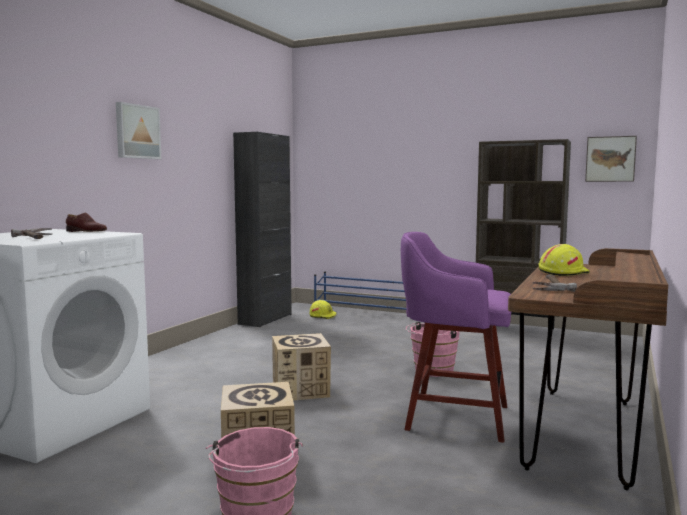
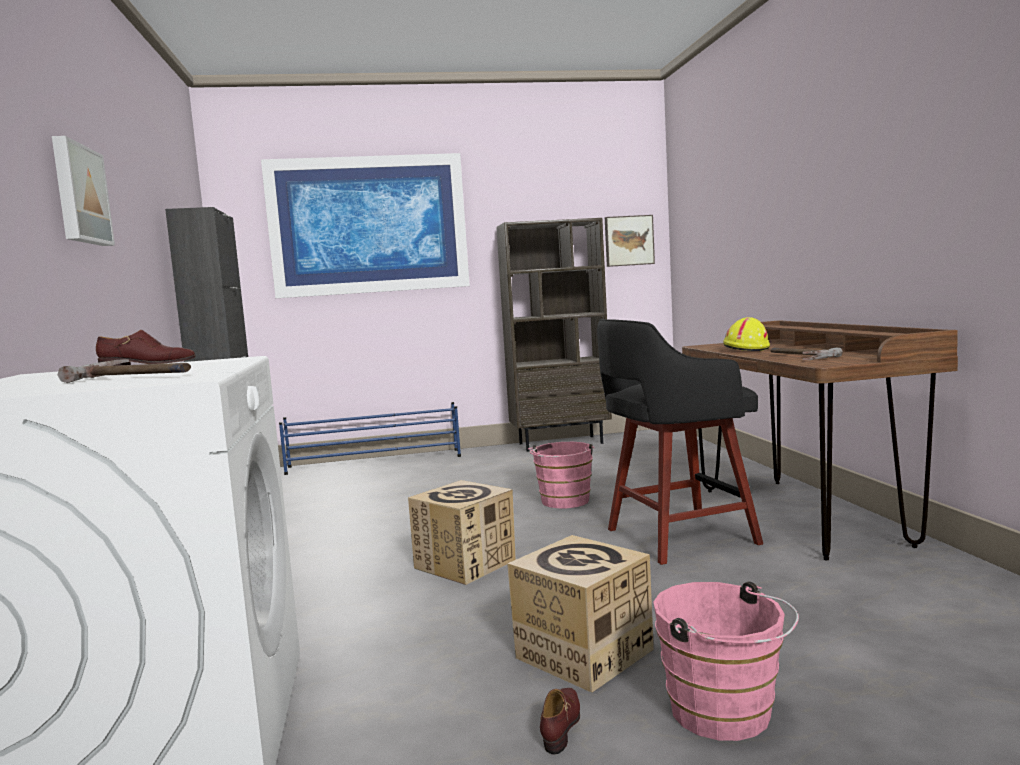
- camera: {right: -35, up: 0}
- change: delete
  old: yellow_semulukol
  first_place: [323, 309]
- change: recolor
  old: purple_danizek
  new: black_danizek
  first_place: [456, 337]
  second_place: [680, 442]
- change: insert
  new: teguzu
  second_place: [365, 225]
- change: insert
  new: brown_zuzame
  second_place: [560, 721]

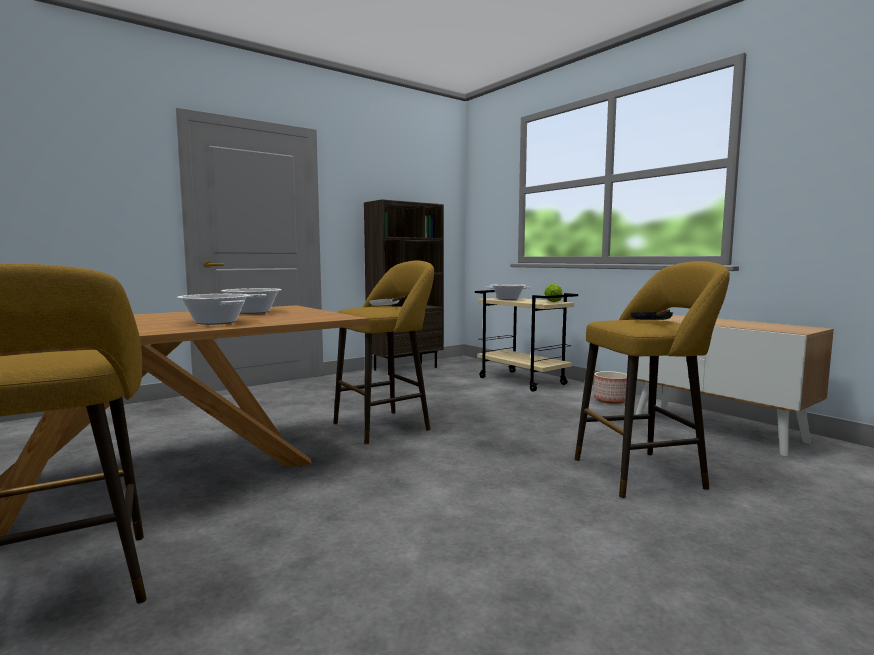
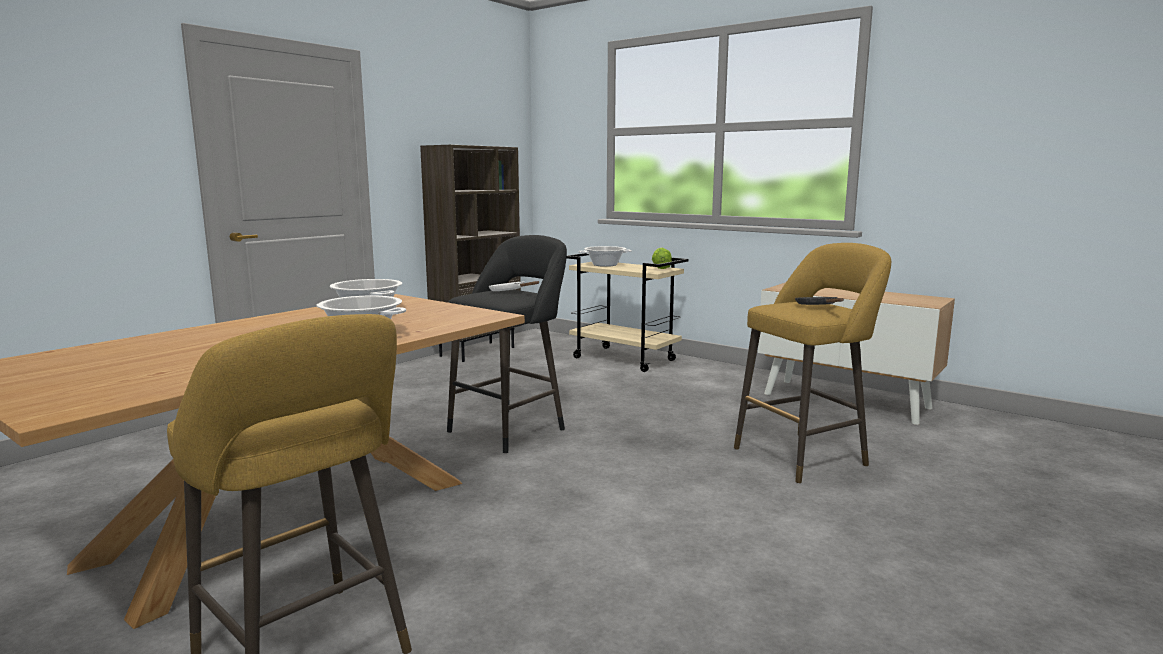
- camera: {right: -15, up: 5}
- change: recolor
  old: yellow_danizek
  new: black_danizek
  first_place: [383, 352]
  second_place: [507, 344]
- change: delete
  old: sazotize
  first_place: [610, 387]

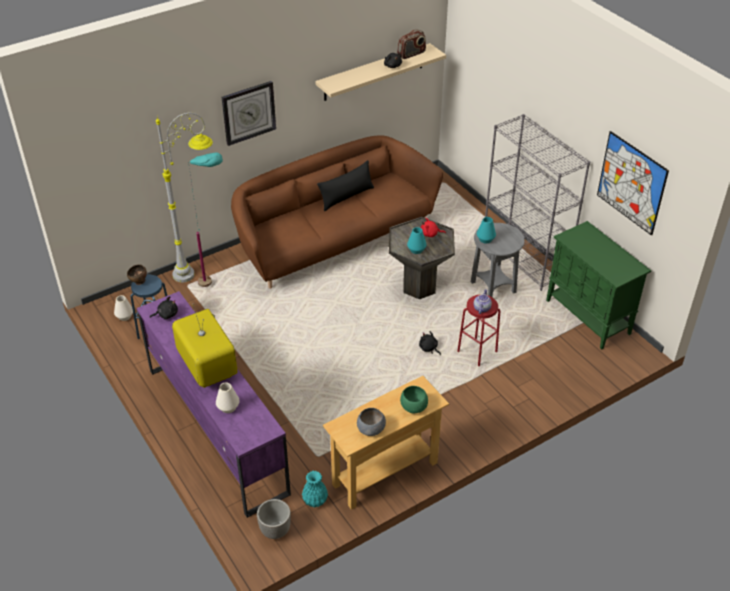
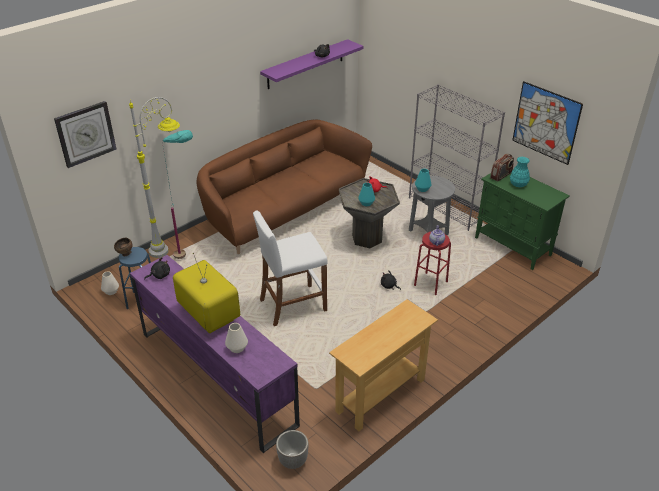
- camera: {right: -10, up: -5}
- change: move
  old: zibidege
  first_place: [249, 113]
  second_place: [85, 134]
- change: move
  old: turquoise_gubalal
  first_place: [315, 489]
  second_place: [520, 172]
- change: recolor
  old: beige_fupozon
  new: purple_fupozon
  first_place: [380, 72]
  second_place: [312, 64]
- change: delete
  old: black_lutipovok
  first_place: [345, 185]
- change: delete
  old: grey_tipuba
  first_place: [371, 422]
- change: move
  old: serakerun
  first_place: [411, 44]
  second_place: [502, 167]
- change: delete
  old: green_tipuba
  first_place: [414, 399]
- change: insert
  new: white_danizek
  second_place: [290, 268]

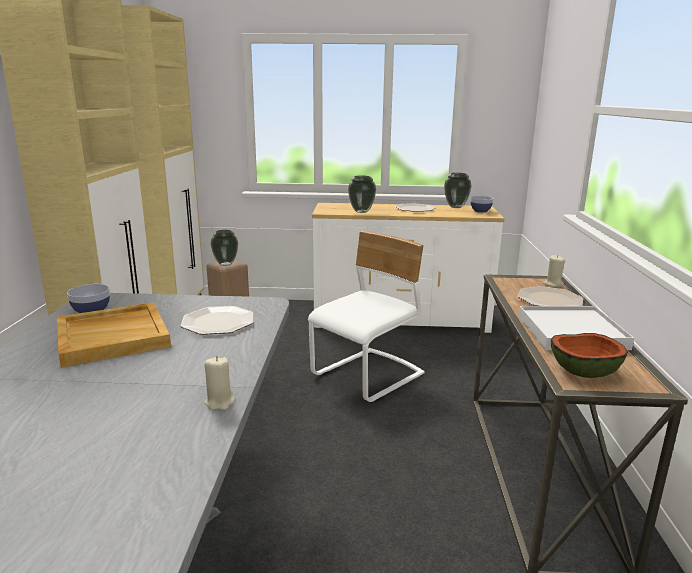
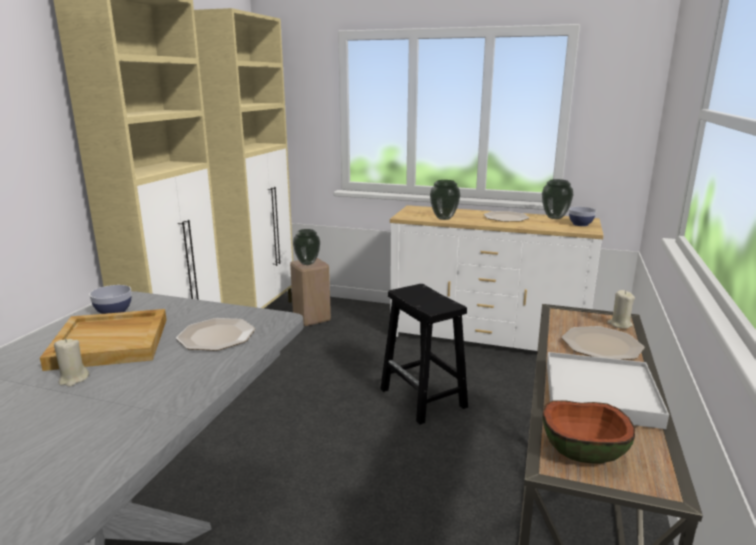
- camera: {right: 15, up: 0}
- change: move
  old: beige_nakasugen
  first_place: [220, 383]
  second_place: [71, 362]
- change: replace
  old: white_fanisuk
  new: black_danizek
  first_place: [366, 316]
  second_place: [424, 354]

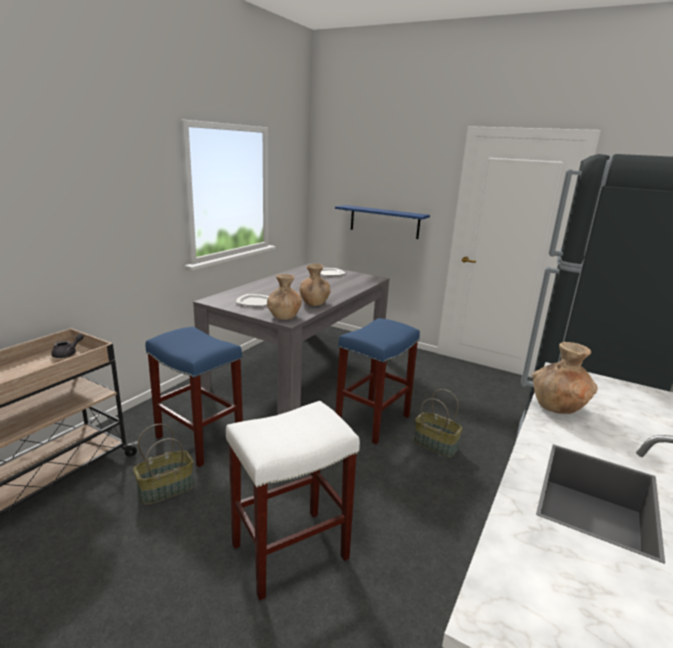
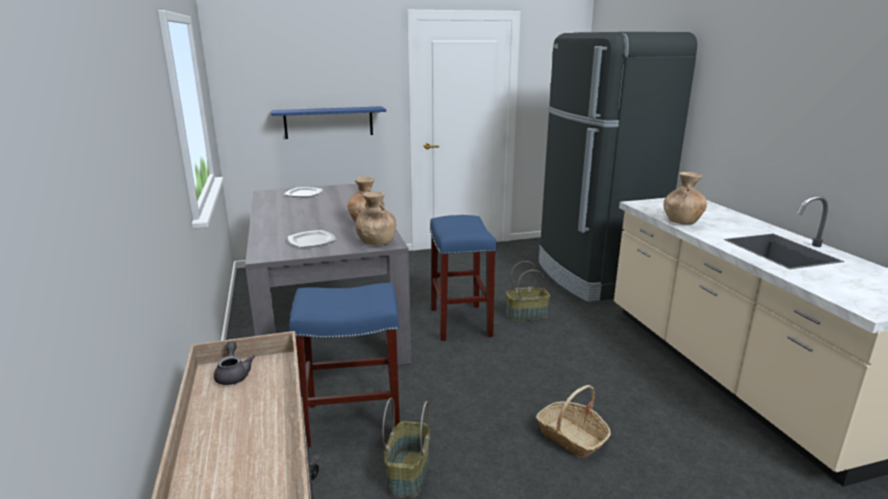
- camera: {right: -45, up: 0}
- change: replace
  old: white_danizek
  new: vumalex
  first_place: [293, 501]
  second_place: [573, 421]

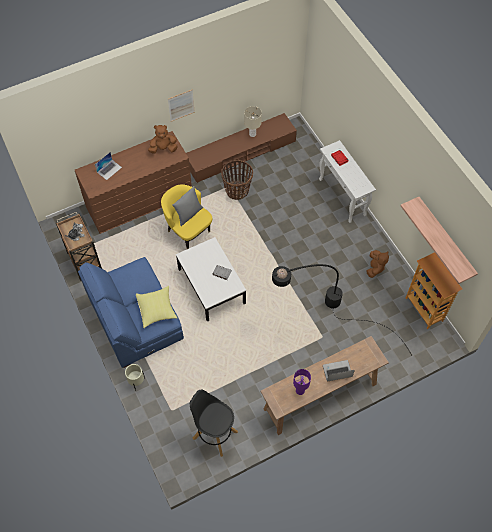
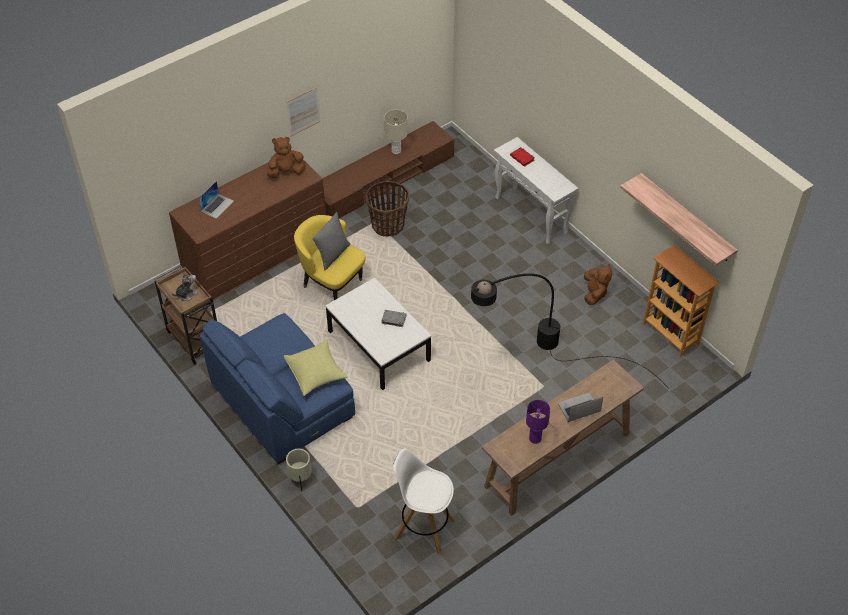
- camera: {right: -10, up: -10}
- change: recolor
  old: black_danizek
  new: white_danizek
  first_place: [214, 423]
  second_place: [424, 501]

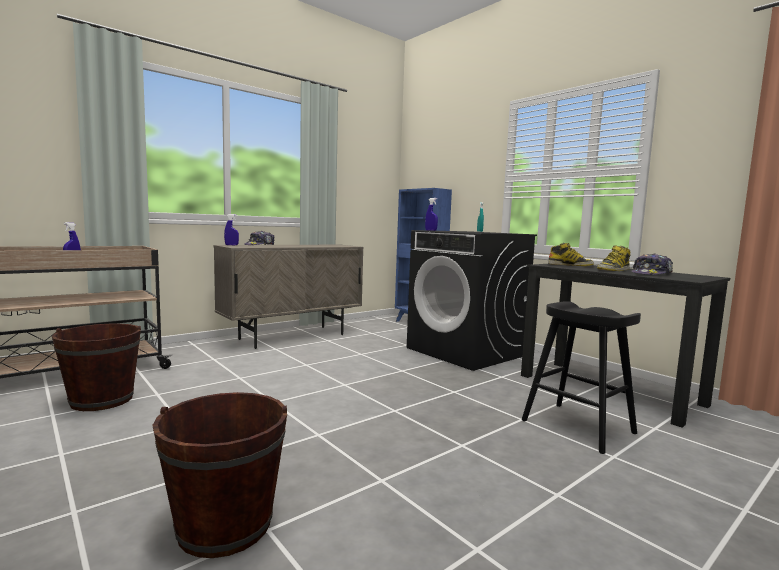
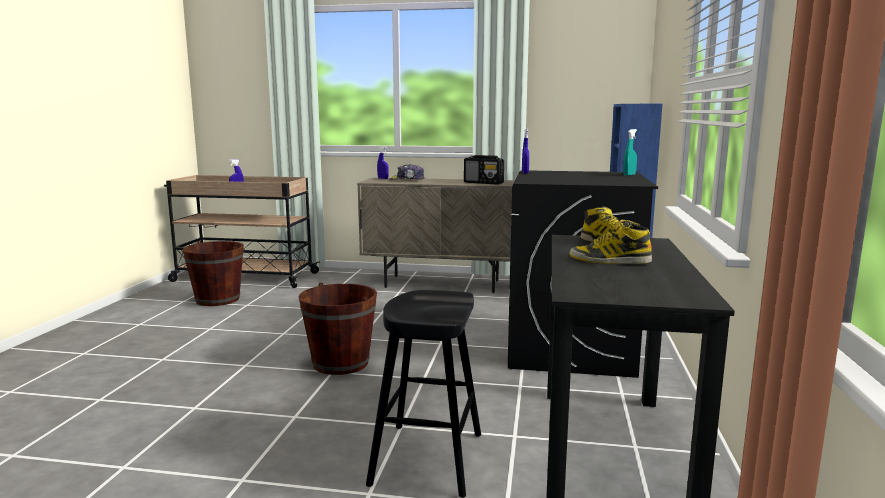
- camera: {right: 50, up: 5}
- change: move
  old: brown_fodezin
  first_place: [219, 475]
  second_place: [338, 328]
- change: delete
  old: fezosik
  first_place: [652, 264]
- change: insert
  new: serakerun
  second_place: [484, 170]

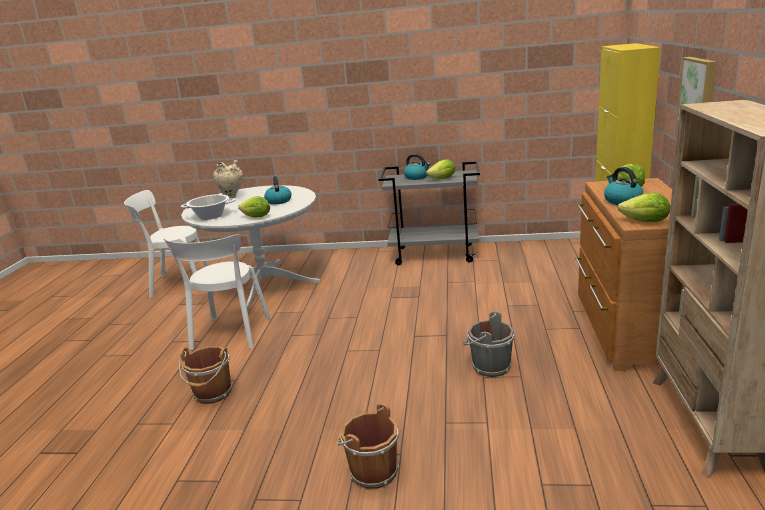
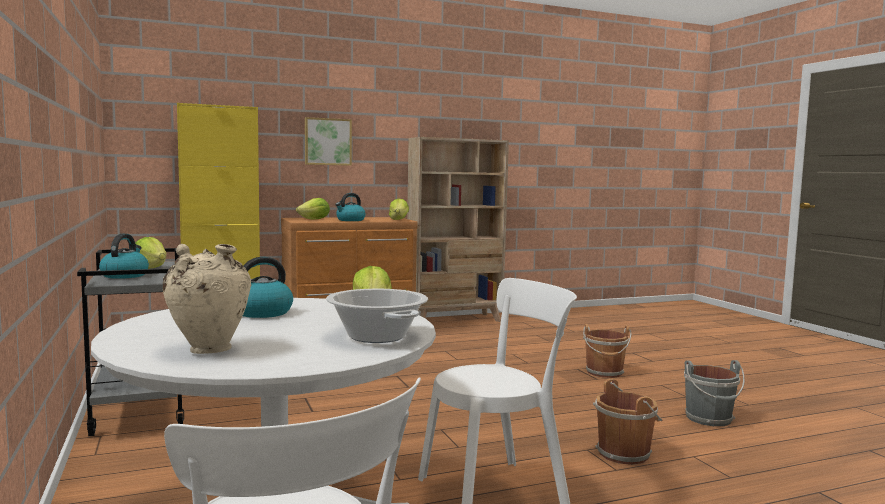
- camera: {right: -120, up: -15}
- change: move
  old: grey_fodezin
  first_place: [488, 344]
  second_place: [714, 393]

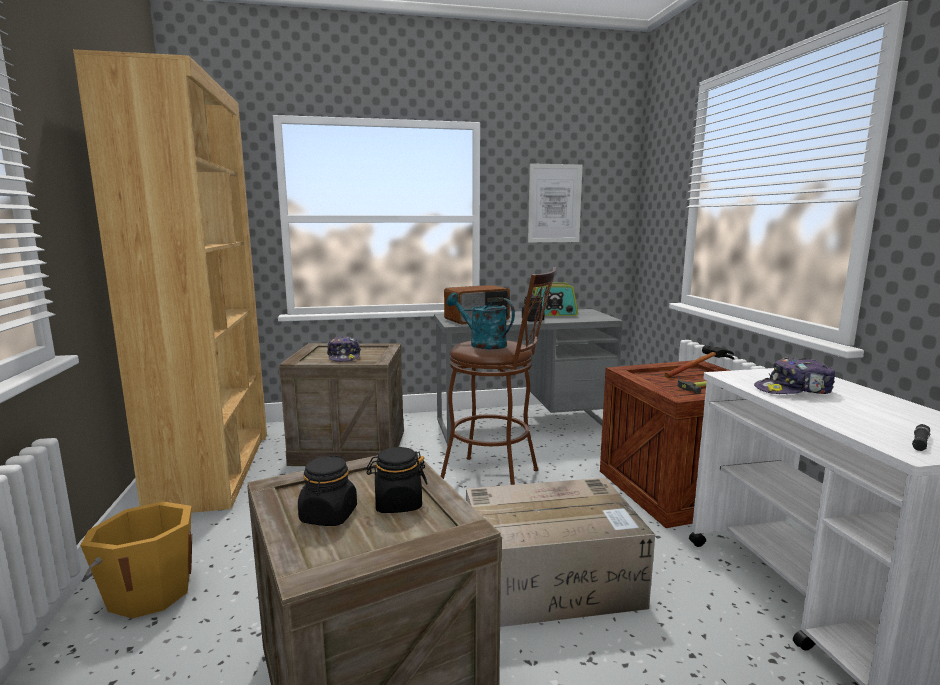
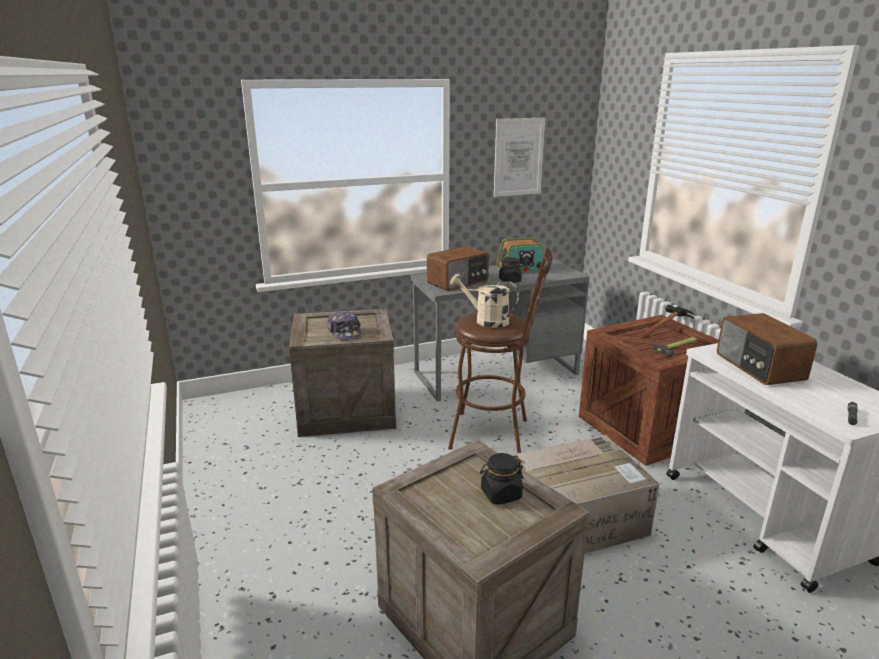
- camera: {right: -10, up: 10}
- change: delete
  old: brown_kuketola
  first_place: [170, 281]
- change: delete
  old: orange_fodezin
  first_place: [136, 559]
- change: delete
  old: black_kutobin
  first_place: [327, 490]
- change: recolor
  old: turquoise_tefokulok
  new: beige_tefokulok
  first_place: [480, 321]
  second_place: [484, 301]
- change: replace
  old: fezosik
  new: serakerun
  first_place: [794, 375]
  second_place: [767, 349]

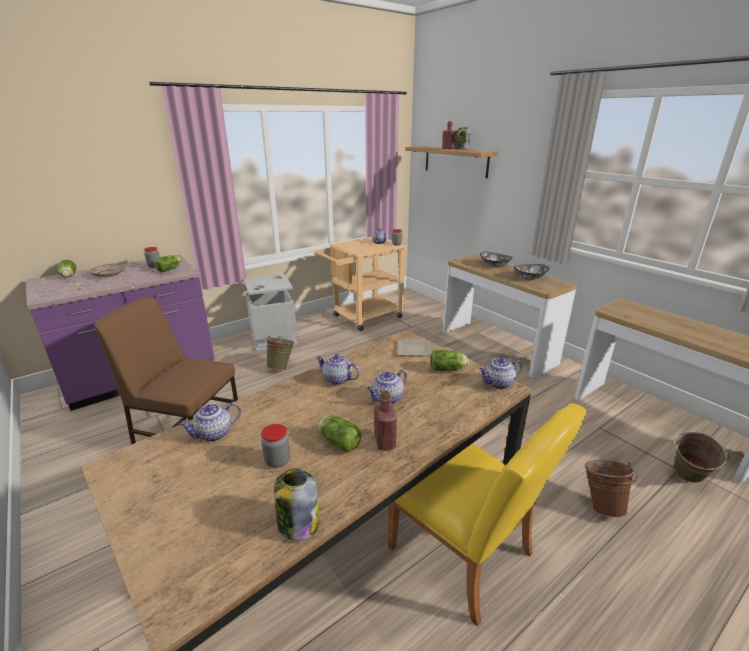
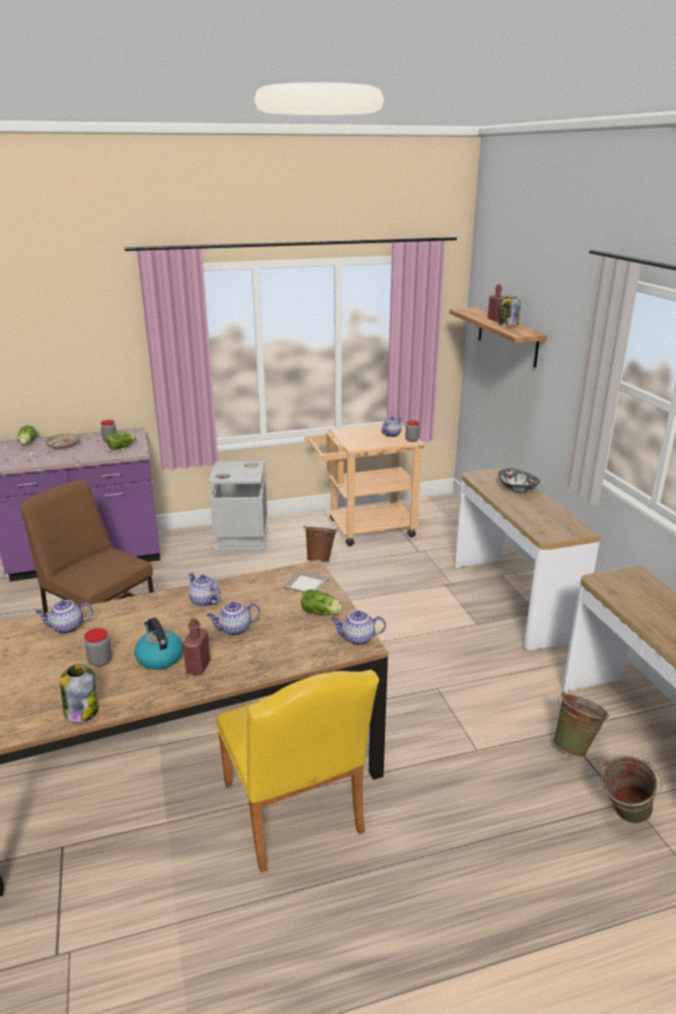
- camera: {right: 20, up: 0}
- change: move
  old: green_fodezin
  first_place: [279, 353]
  second_place: [581, 724]
- change: replace
  old: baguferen
  new: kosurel
  first_place: [339, 434]
  second_place: [159, 643]
- change: delete
  old: tipuba
  first_place: [531, 272]
- change: move
  old: brown_fodezin
  first_place: [611, 489]
  second_place: [320, 543]

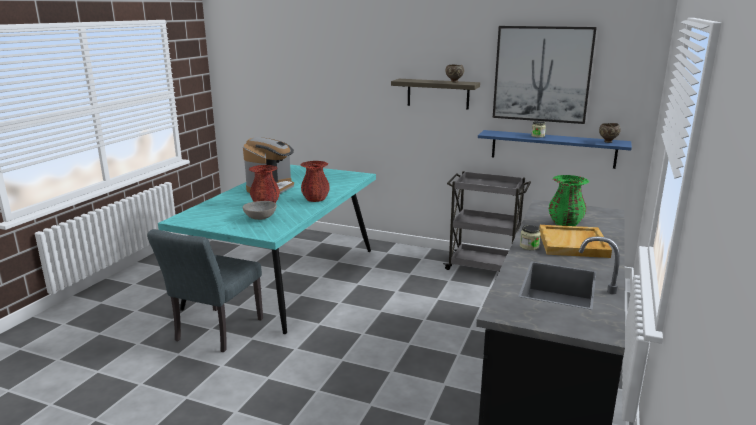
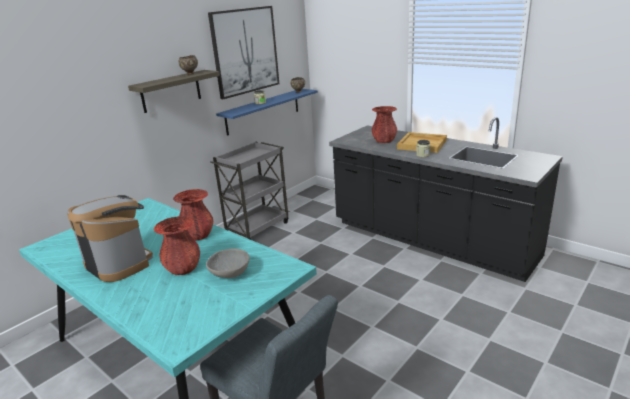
- camera: {right: -70, up: 5}
- change: recolor
  old: green_gubalal
  new: red_gubalal
  first_place: [569, 200]
  second_place: [384, 124]

